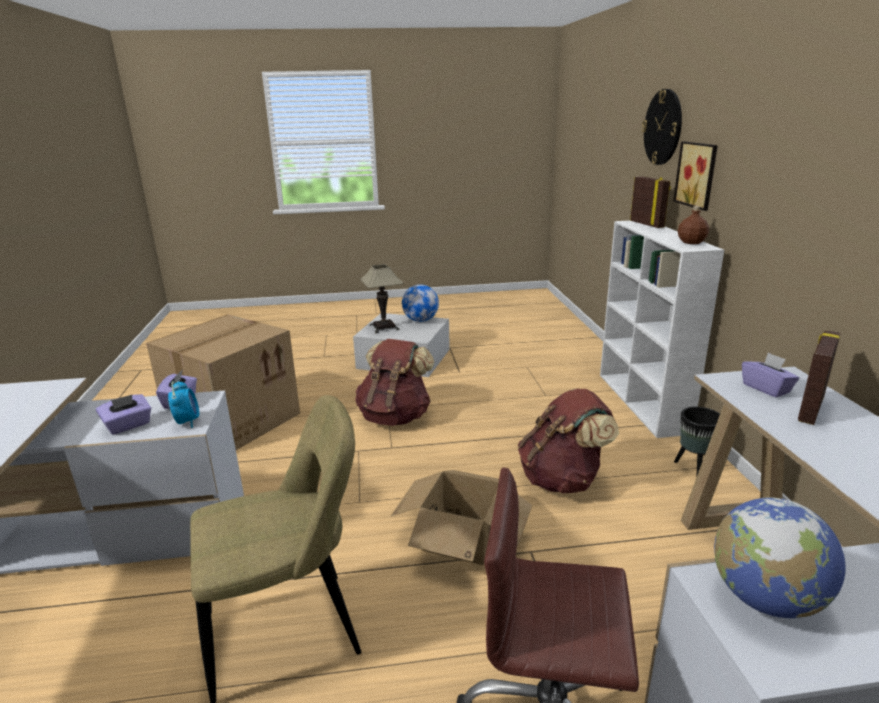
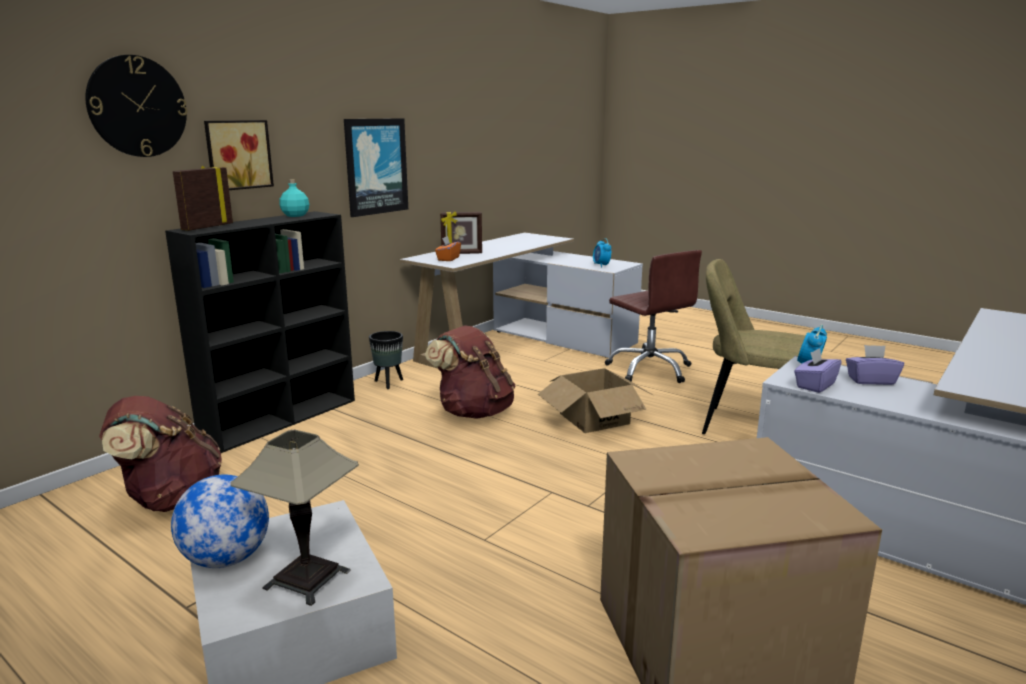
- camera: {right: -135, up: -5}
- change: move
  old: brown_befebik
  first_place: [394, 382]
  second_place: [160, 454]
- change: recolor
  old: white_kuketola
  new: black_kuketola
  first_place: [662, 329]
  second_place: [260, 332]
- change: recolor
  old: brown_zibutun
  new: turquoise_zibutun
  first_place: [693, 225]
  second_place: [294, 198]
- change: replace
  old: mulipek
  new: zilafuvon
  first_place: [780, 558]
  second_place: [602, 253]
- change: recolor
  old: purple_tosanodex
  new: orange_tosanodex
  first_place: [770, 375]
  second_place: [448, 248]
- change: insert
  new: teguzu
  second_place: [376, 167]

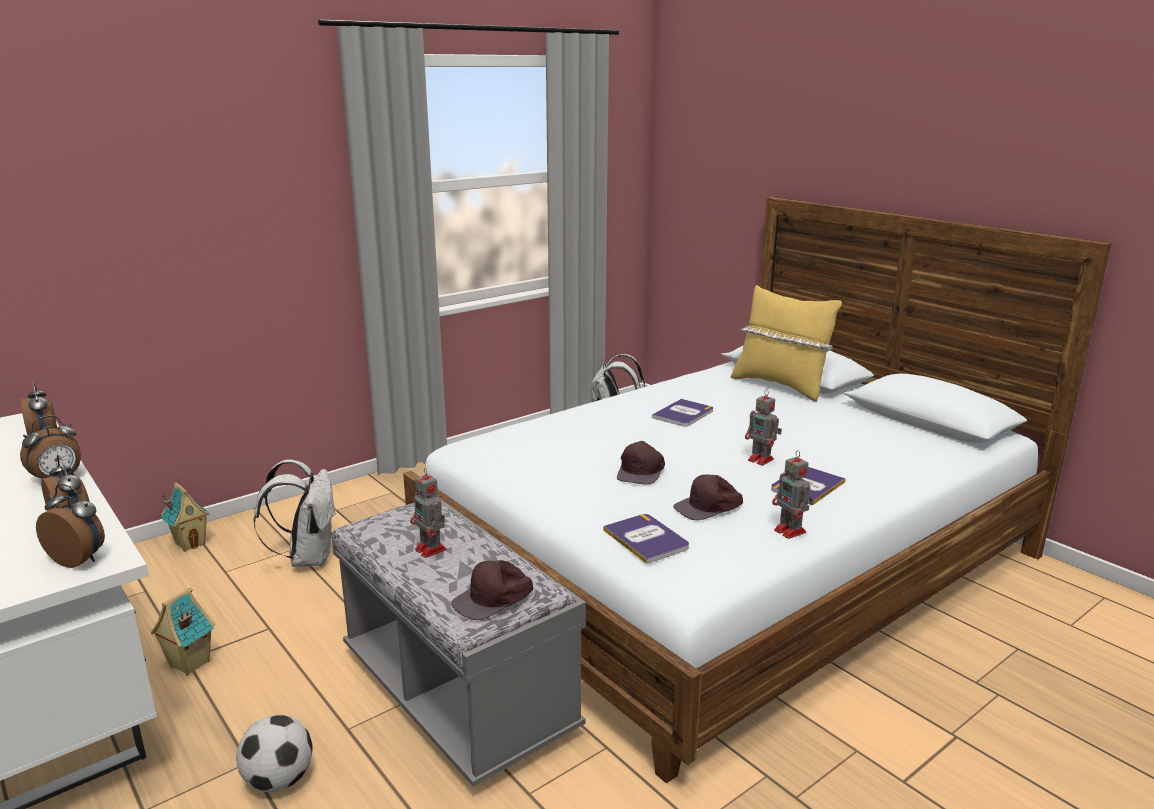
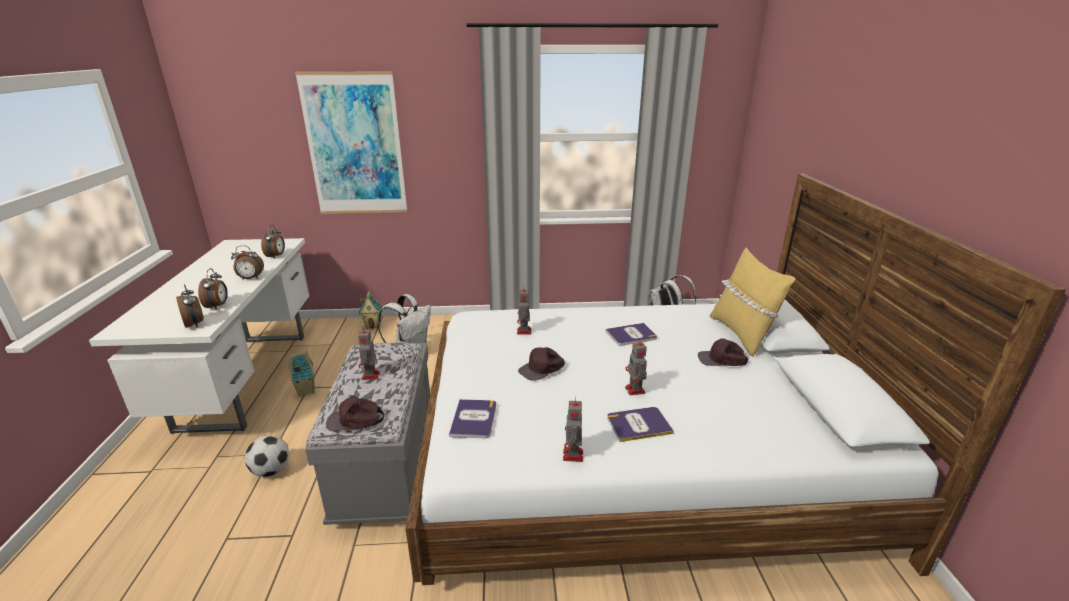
- camera: {right: 35, up: 5}
- change: move
  old: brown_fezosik
  first_place: [708, 497]
  second_place: [723, 352]
- change: insert
  new: teguzu
  second_place: [351, 142]
- change: insert
  new: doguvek
  second_place: [524, 312]

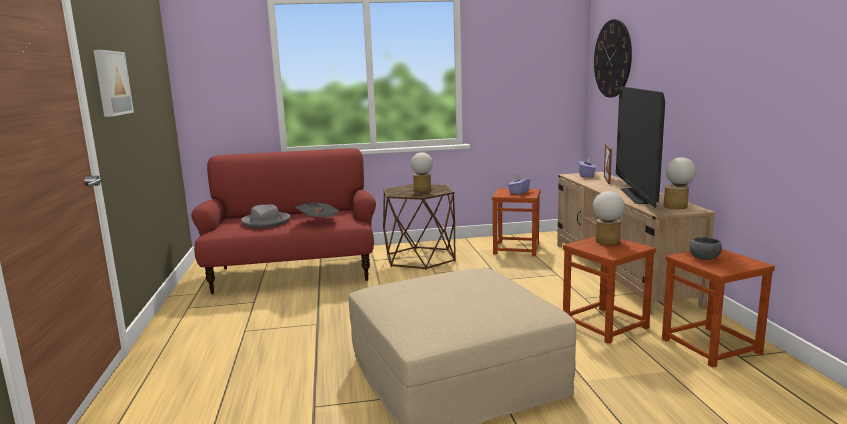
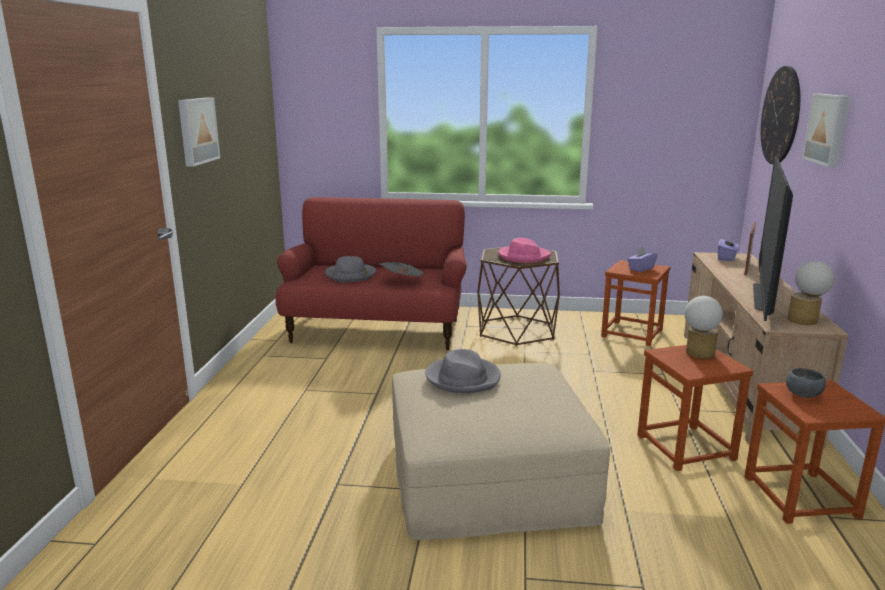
- camera: {right: 15, up: 5}
- change: replace
  old: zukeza
  new: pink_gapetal
  first_place: [422, 172]
  second_place: [525, 250]
- change: insert
  new: grey_gapetal
  second_place: [463, 371]
- change: insert
  new: teguzu
  second_place: [826, 130]

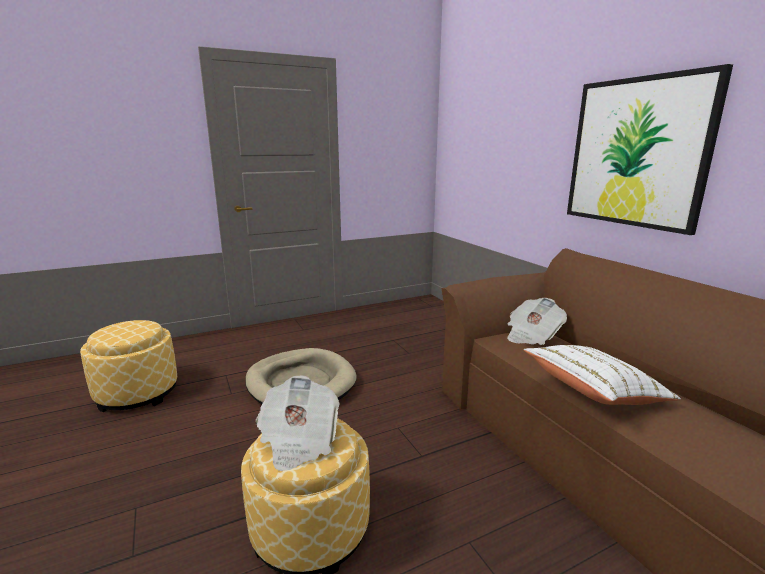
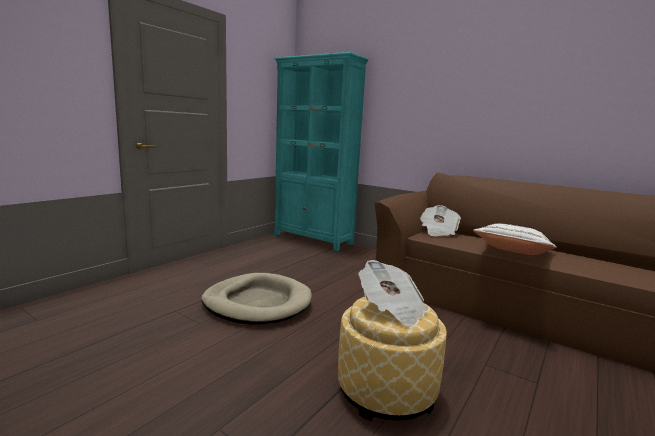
- camera: {right: -30, up: -5}
- change: delete
  old: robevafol
  first_place: [128, 366]
- change: delete
  old: teguzu
  first_place: [650, 149]
- change: insert
  new: turquoise_kuketola
  second_place: [321, 151]

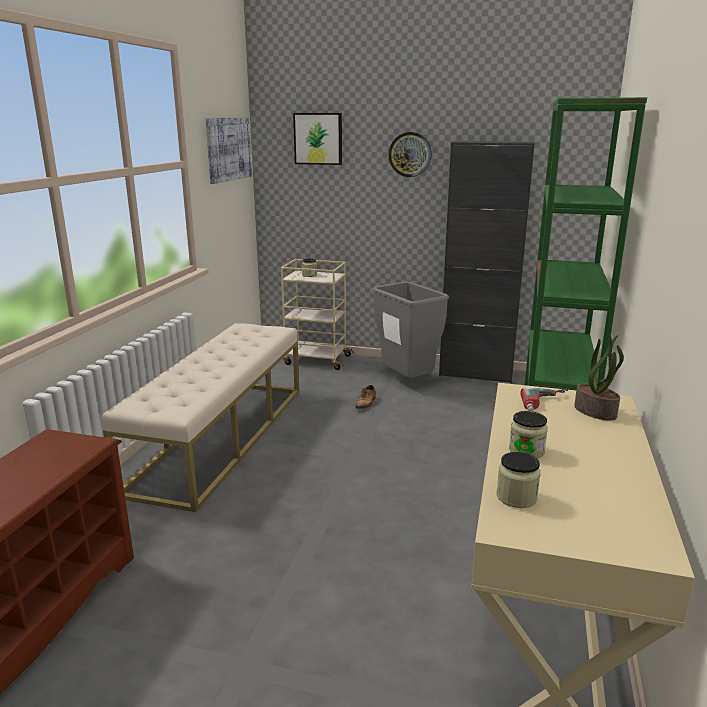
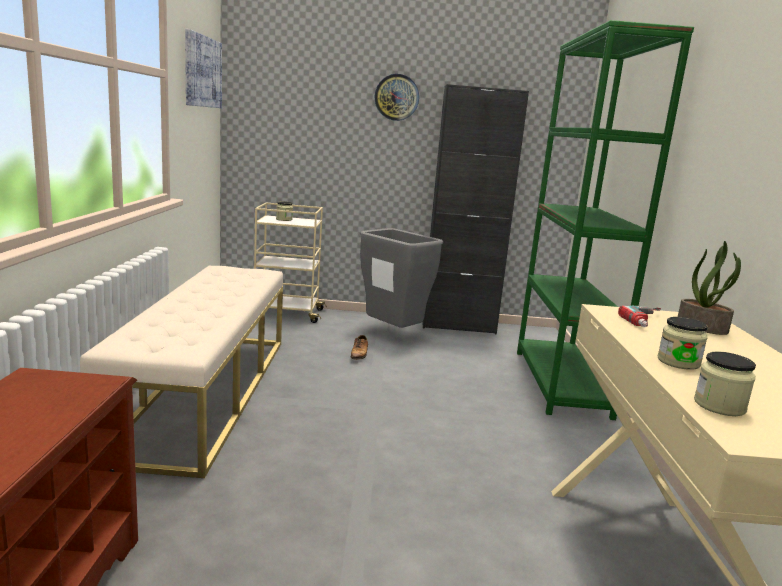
- camera: {right: -15, up: -5}
- change: delete
  old: teguzu
  first_place: [317, 139]

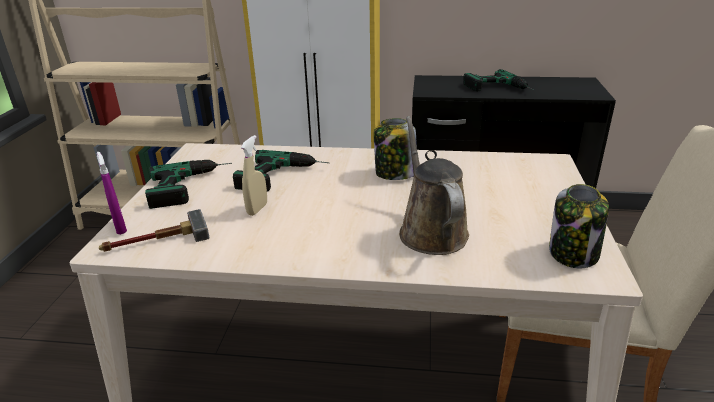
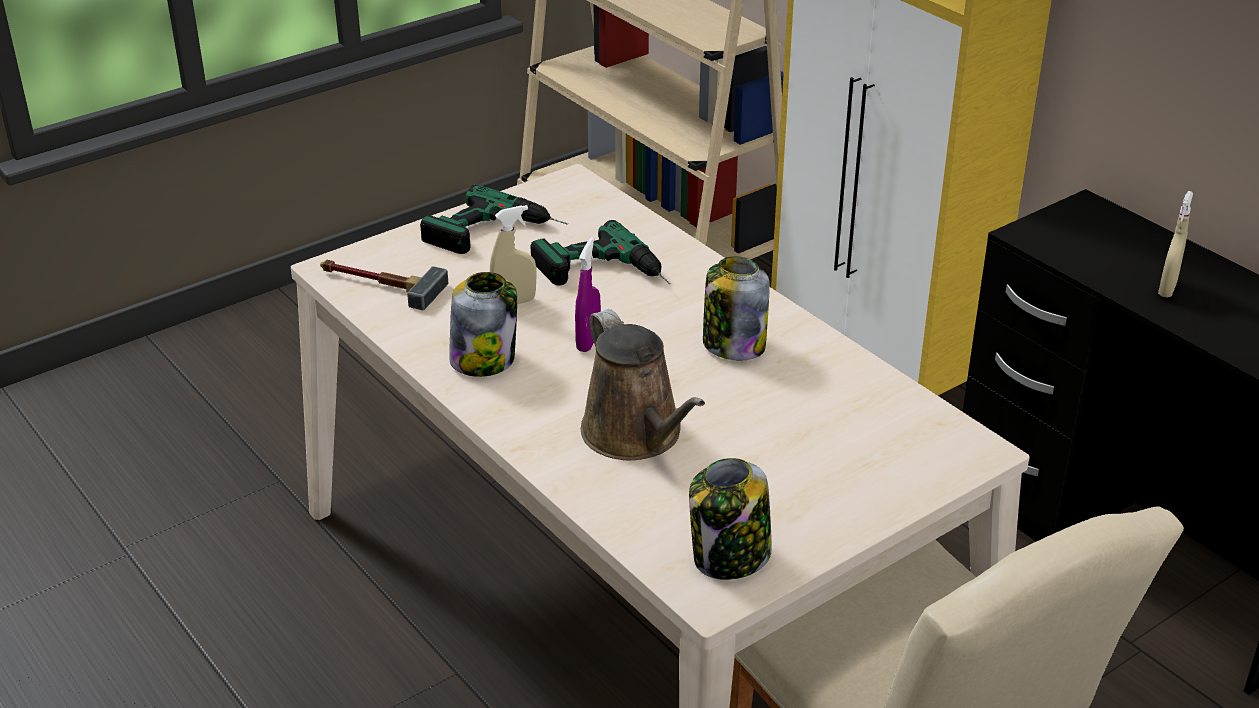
- camera: {right: 45, up: 5}
- change: move
  old: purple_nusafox
  first_place: [112, 193]
  second_place: [588, 294]
- change: rotate
  old: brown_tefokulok
  first_place: [434, 185]
  second_place: [643, 384]
  degrees: 120
- change: replace
  old: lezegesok
  new: beige_nusafox
  first_place: [498, 80]
  second_place: [1175, 244]
- change: insert
  new: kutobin
  second_place: [483, 324]

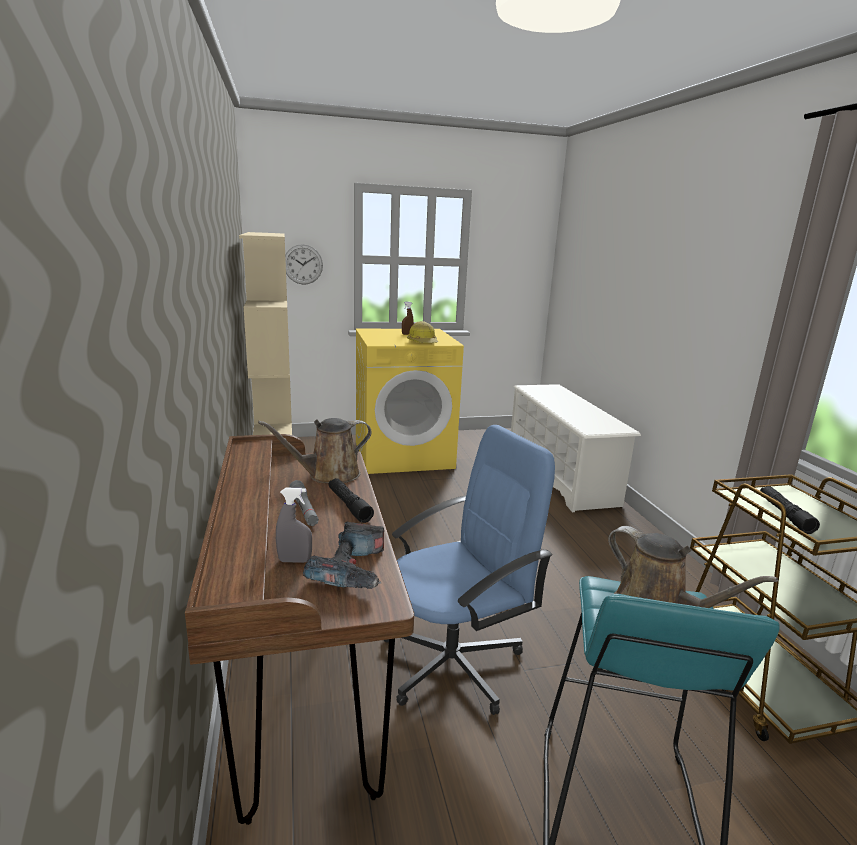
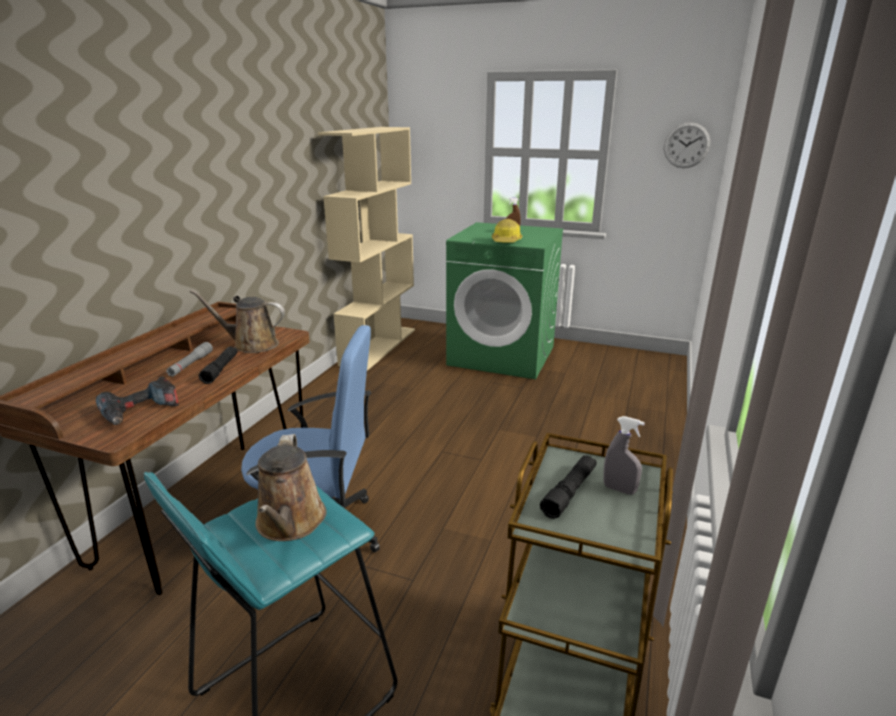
- camera: {right: 35, up: 5}
- change: move
  old: grey_nusafox
  first_place: [294, 525]
  second_place: [624, 455]
- change: move
  old: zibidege
  first_place: [304, 264]
  second_place: [687, 145]
- change: recolor
  old: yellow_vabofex
  new: green_vabofex
  first_place: [410, 401]
  second_place: [504, 300]
- change: delete
  old: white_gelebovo
  first_place: [576, 448]

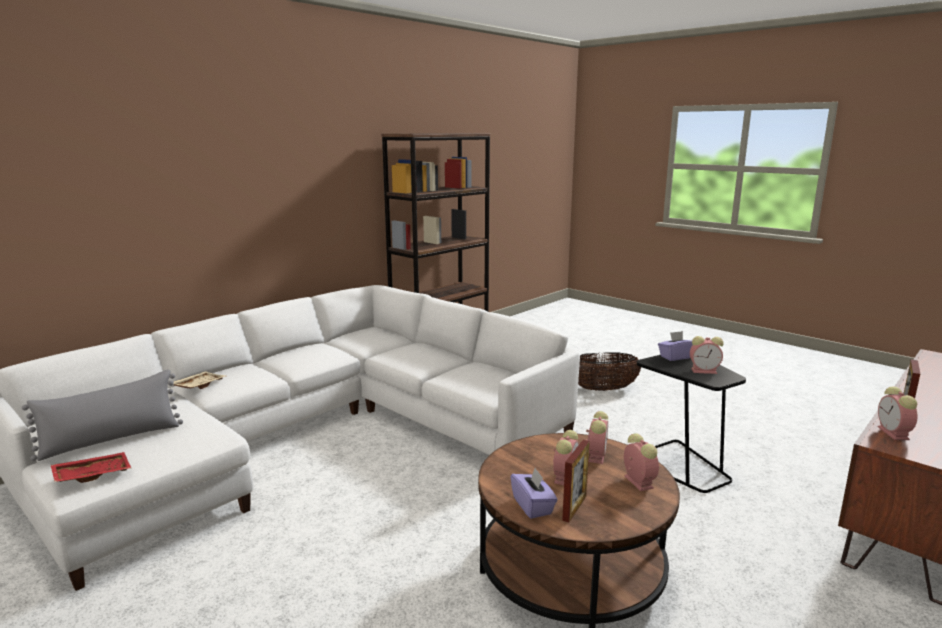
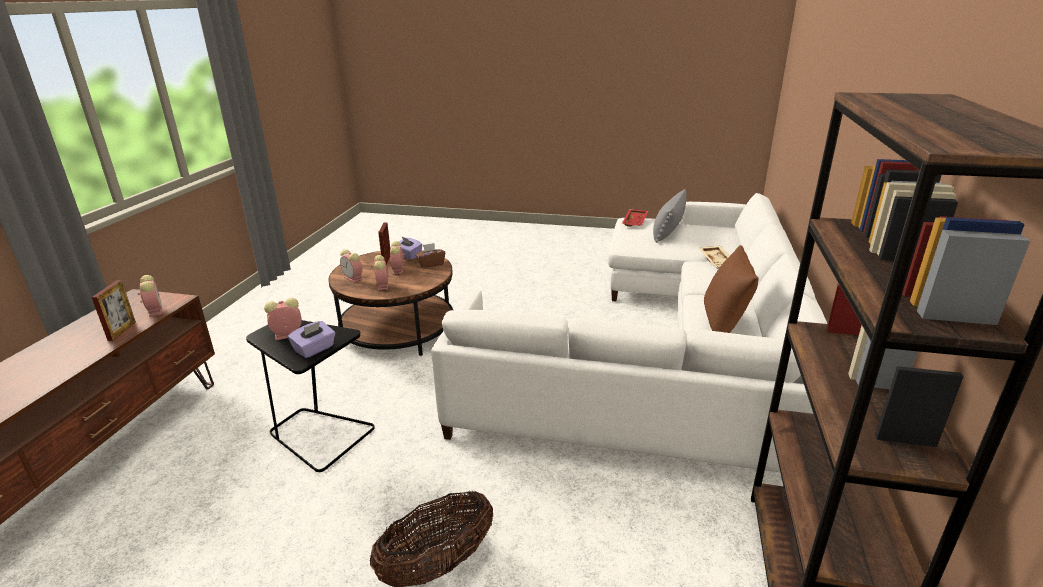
- camera: {right: 150, up: 10}
- change: insert
  new: brown_tosanodex
  second_place: [430, 255]
- change: insert
  new: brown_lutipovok
  second_place: [731, 289]

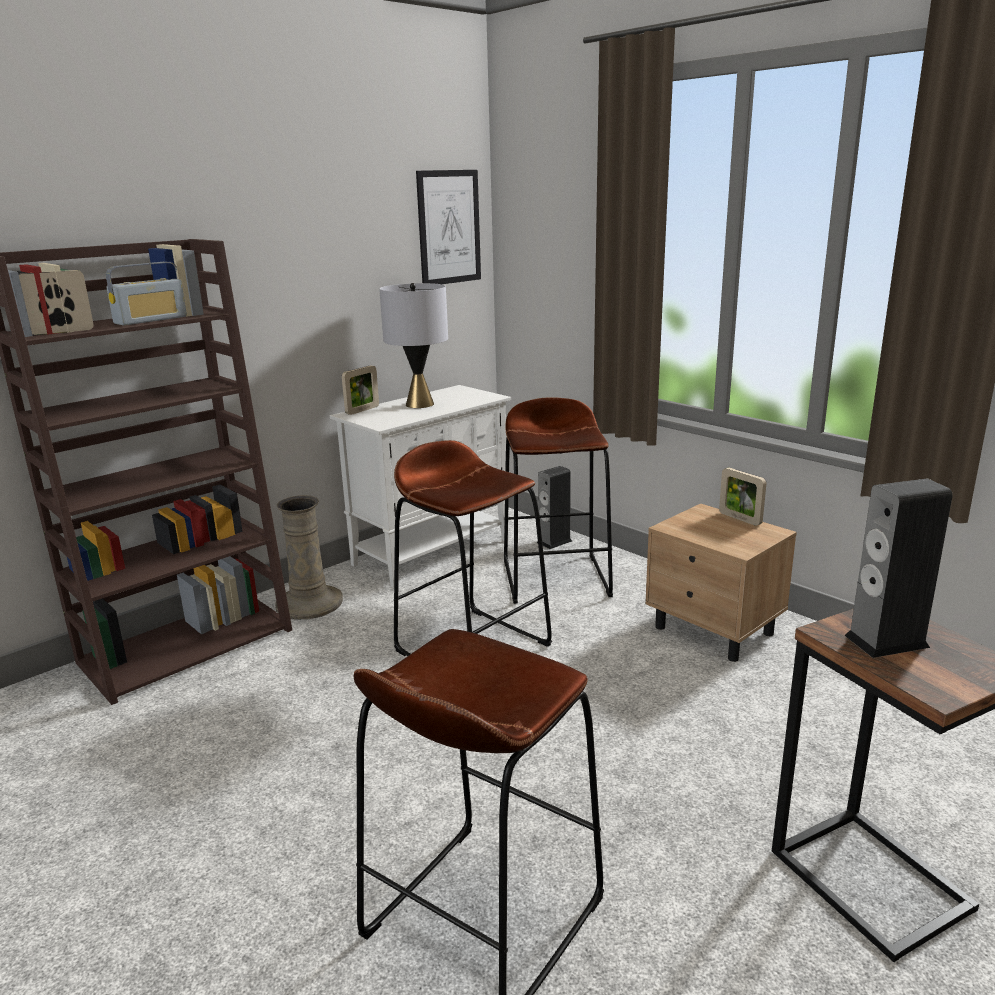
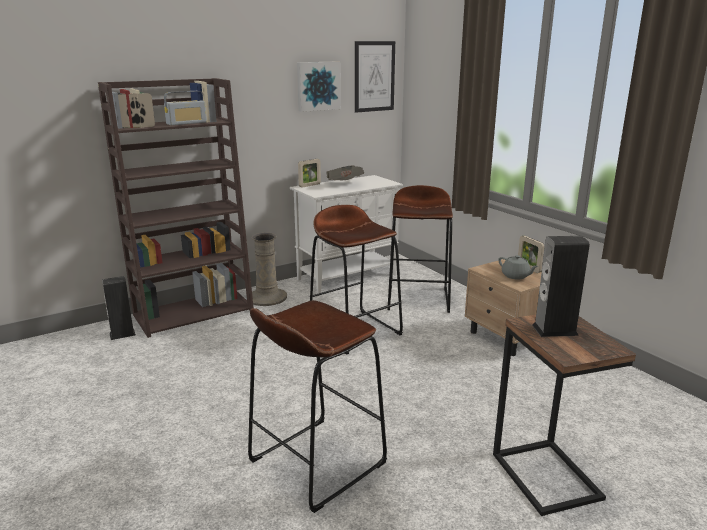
- camera: {right: 10, up: 0}
- change: replace
  old: grey_zukeza
  new: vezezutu
  first_place: [413, 345]
  second_place: [345, 173]
- change: move
  old: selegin
  first_place: [554, 507]
  second_place: [119, 308]
- change: insert
  new: teguzu
  second_place: [319, 86]
- change: insert
  new: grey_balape
  second_place: [518, 267]

